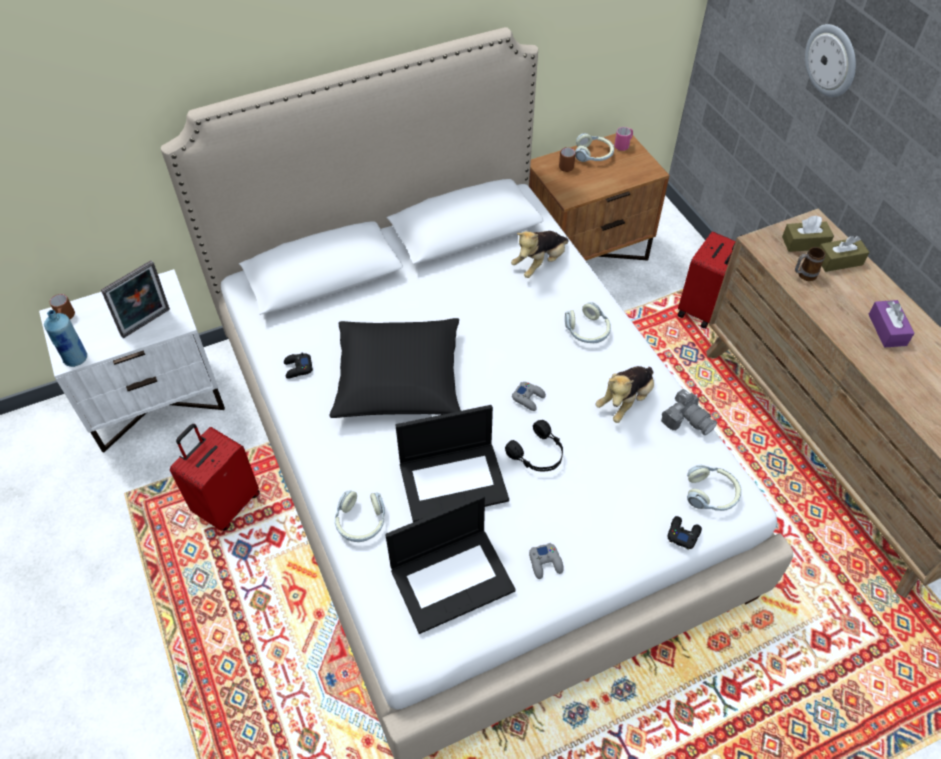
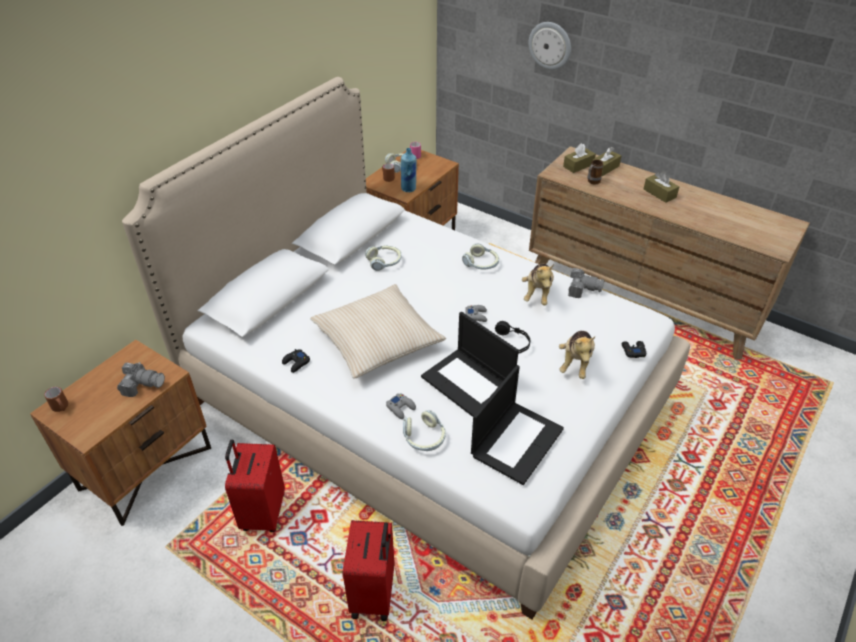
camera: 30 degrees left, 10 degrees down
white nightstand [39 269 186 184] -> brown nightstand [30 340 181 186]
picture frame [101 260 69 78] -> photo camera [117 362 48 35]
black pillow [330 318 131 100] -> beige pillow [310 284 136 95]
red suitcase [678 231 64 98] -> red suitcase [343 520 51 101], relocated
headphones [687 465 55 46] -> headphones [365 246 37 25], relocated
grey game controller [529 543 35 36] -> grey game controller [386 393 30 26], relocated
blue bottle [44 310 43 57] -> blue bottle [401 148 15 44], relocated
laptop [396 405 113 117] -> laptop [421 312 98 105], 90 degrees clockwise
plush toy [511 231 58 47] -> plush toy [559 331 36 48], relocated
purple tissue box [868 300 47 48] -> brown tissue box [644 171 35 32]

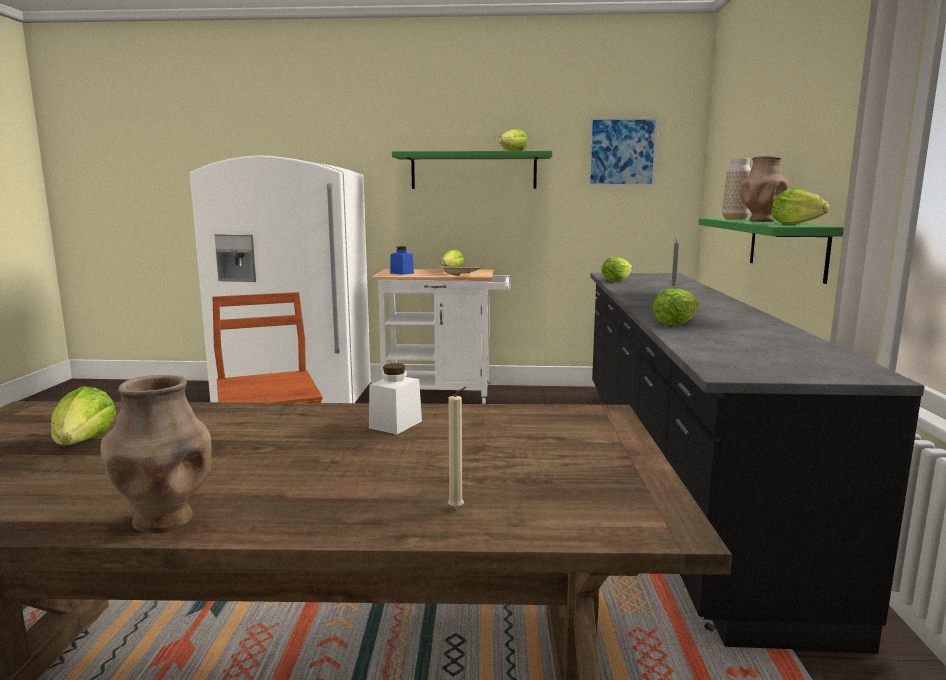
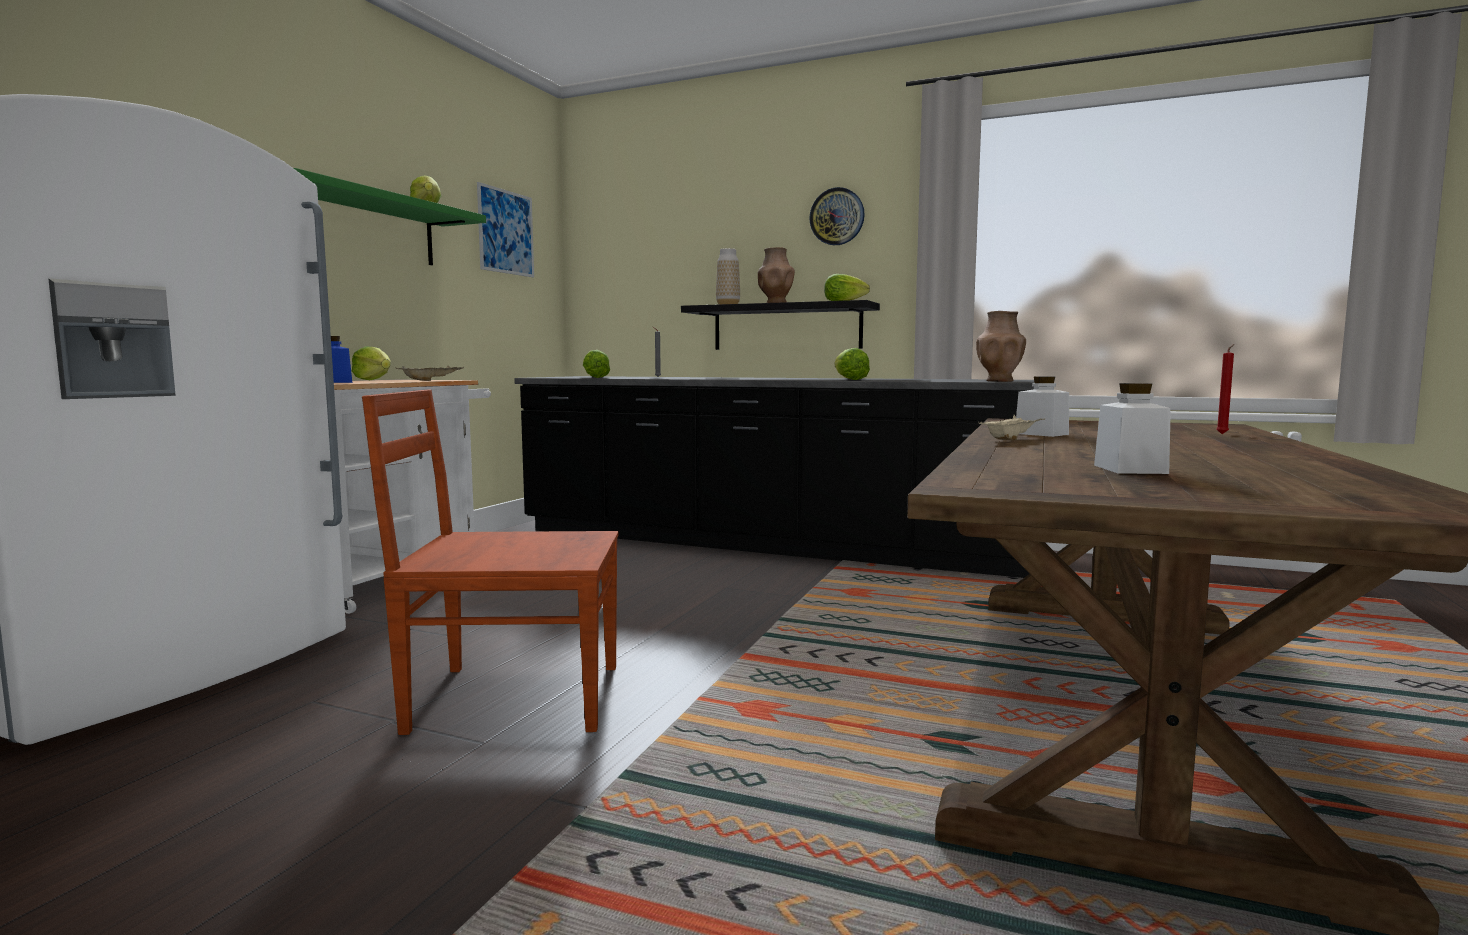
camera: 70 degrees left, 5 degrees down
green shelf [698 218 146 66] -> black shelf [681 300 199 50]
none -> wall clock [809 187 56 58]
brown vase [100 375 112 159] -> brown vase [976 311 50 71], relocated
none -> beige tray [978 415 67 25]
lettuce [51 386 65 60] -> white jar [1094 383 77 91]
beige candle [448 387 18 122] -> red candle [1216 344 18 90]

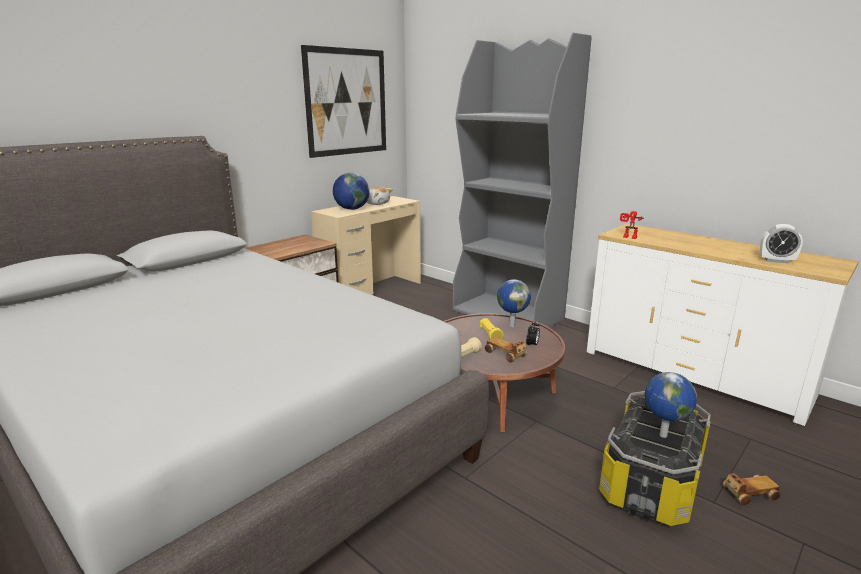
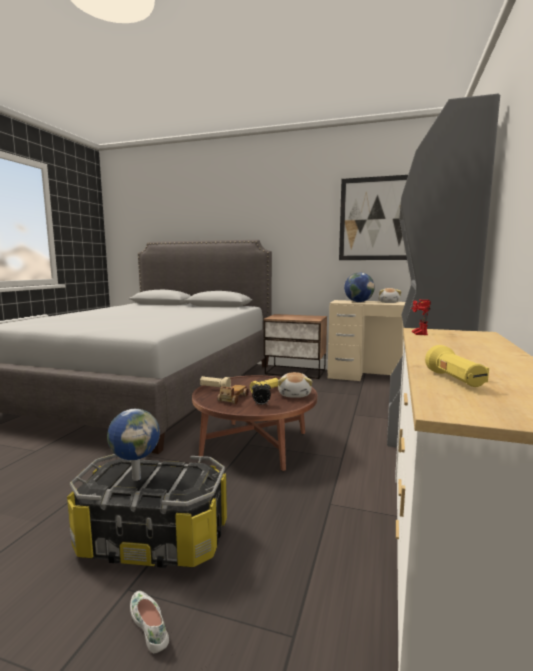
camera: 65 degrees right, 10 degrees down
toy car [723 473 58 32] -> white shoe [130 591 39 62]
globe [497 279 34 48] -> plush toy [278 372 35 26]
alarm clock [760 224 43 39] -> yellow flashlight [425 345 64 42]

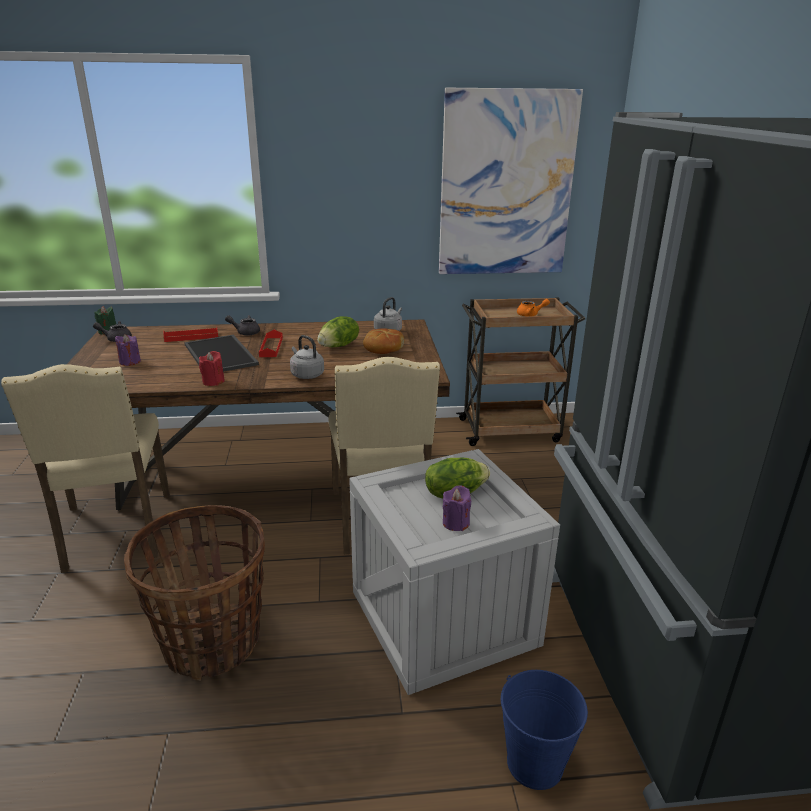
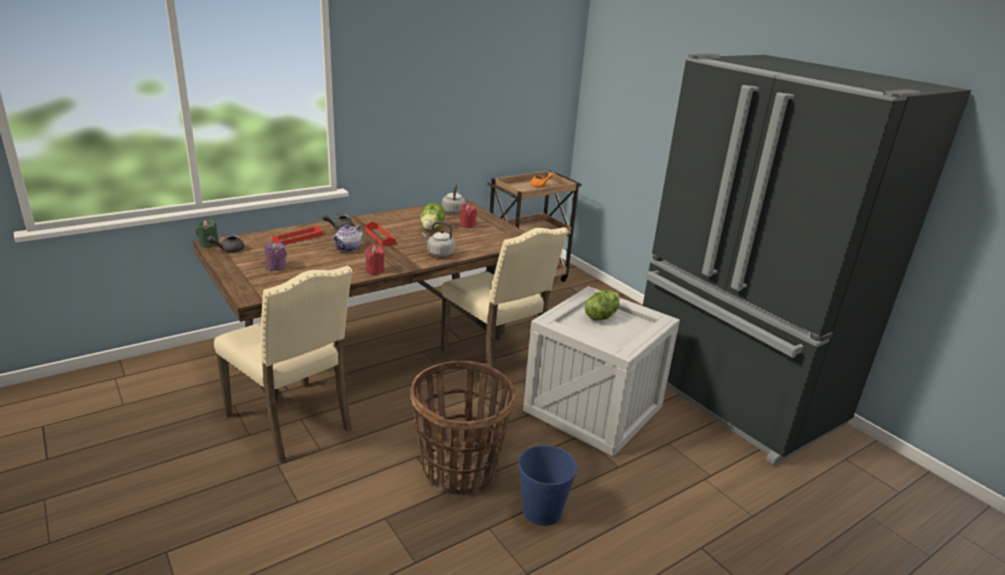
camera: 30 degrees left, 0 degrees up
tray [184 335 75 37] -> teapot [332 224 31 28]
bread [363 328 41 26] -> red candle [460 203 17 25]
blue bucket [501 670 87 120] -> blue bucket [518 445 60 81], relocated
picture [439 88 144 186] -> none
purple candle [443 485 28 46] -> none

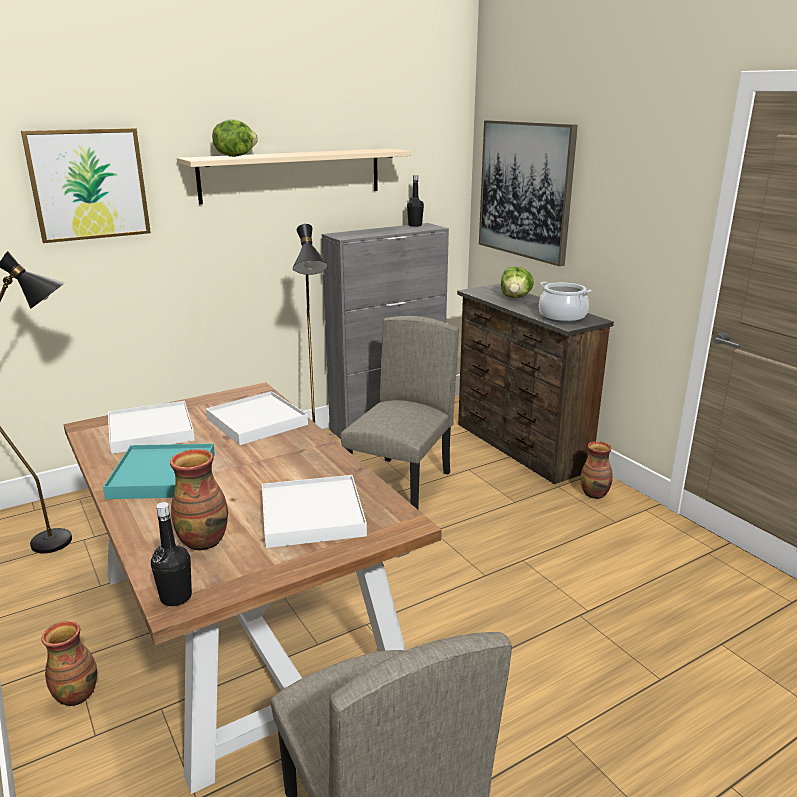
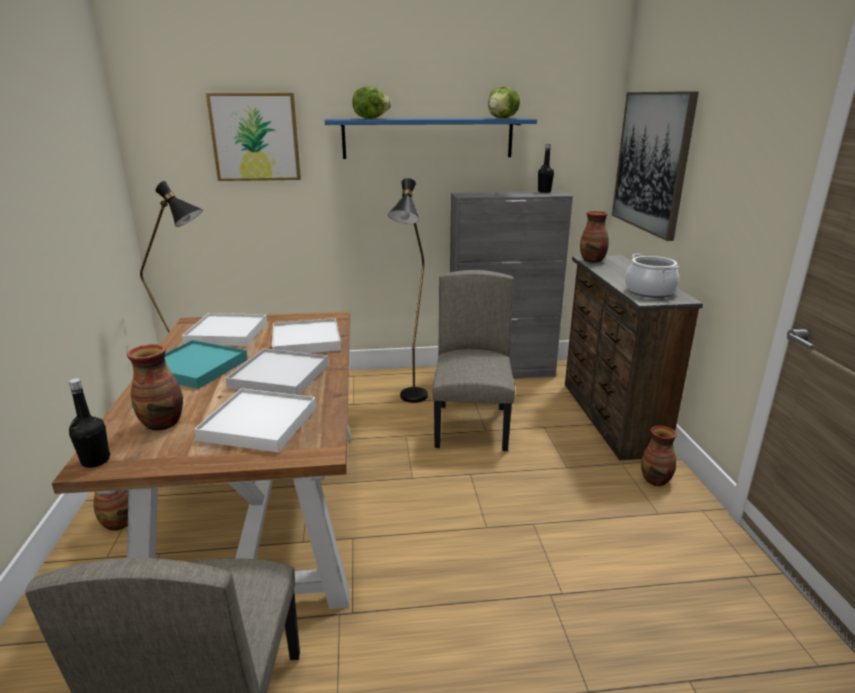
camera: 25 degrees right, 0 degrees up
none -> white tray [226 348 102 47]
beige shelf [177 148 234 57] -> blue shelf [325 118 212 41]
beige chair [341 316 118 193] -> beige chair [432 270 83 181], 45 degrees counterclockwise
lettuce [501 267 33 31] -> lettuce [488 86 32 32], relocated
none -> vase [580 211 29 52]

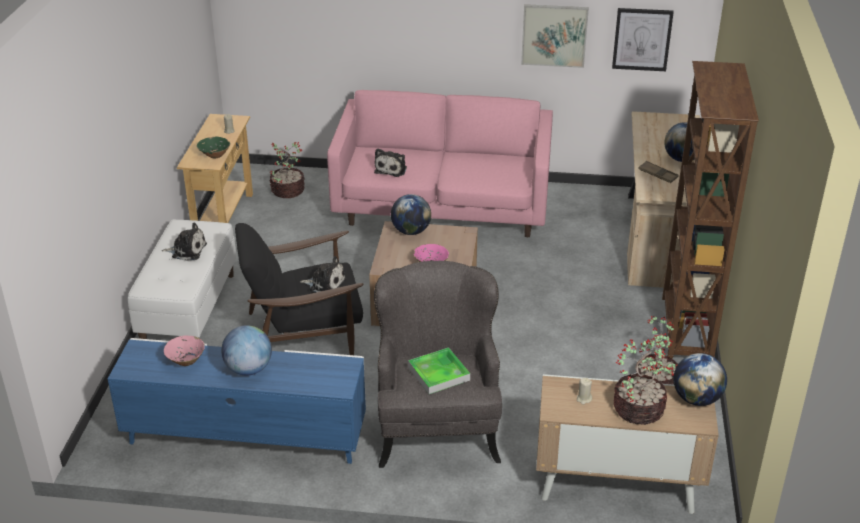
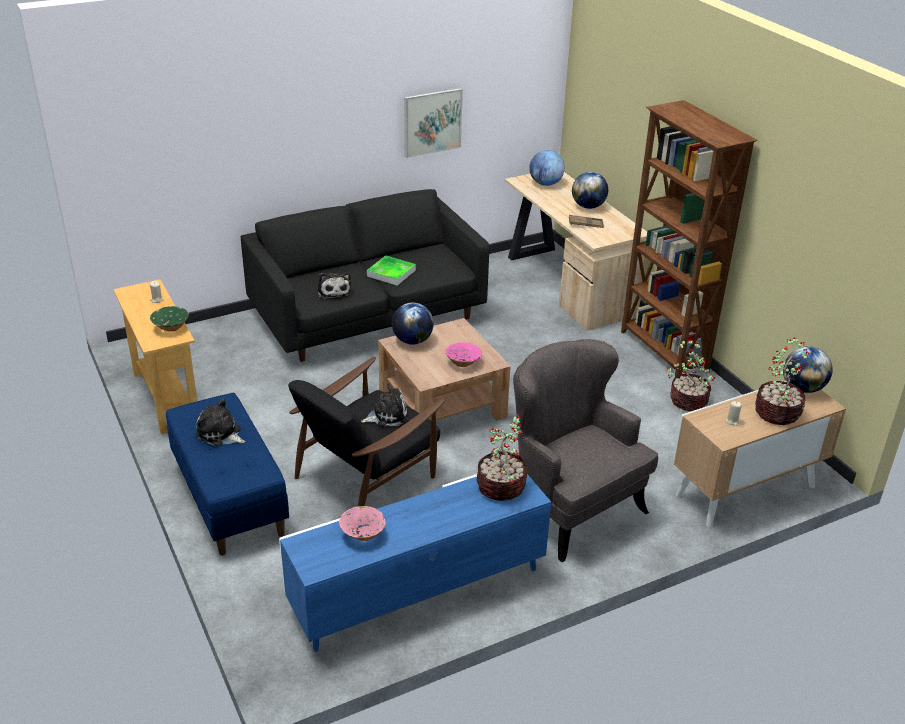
camera: 35 degrees left, 0 degrees up
white bench [128 220 109 119] -> blue bench [166 393 123 163]
plush toy [162 223 45 38] -> plush toy [196 398 49 48], 120 degrees counterclockwise
pink sofa [327 90 226 147] -> black sofa [241 189 249 173]
tray [408 347 62 47] -> tray [367 255 49 31], relocated
potted plant [270 142 35 56] -> potted plant [477 414 50 87], relocated
globe [221 325 51 50] -> globe [529 150 36 36], relocated
picture [612 8 62 63] -> none

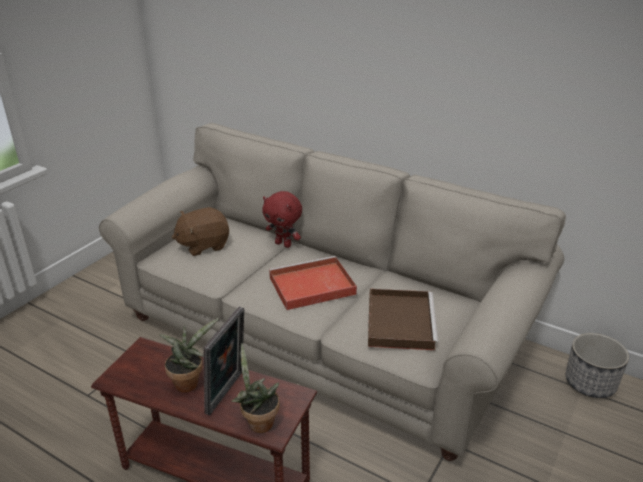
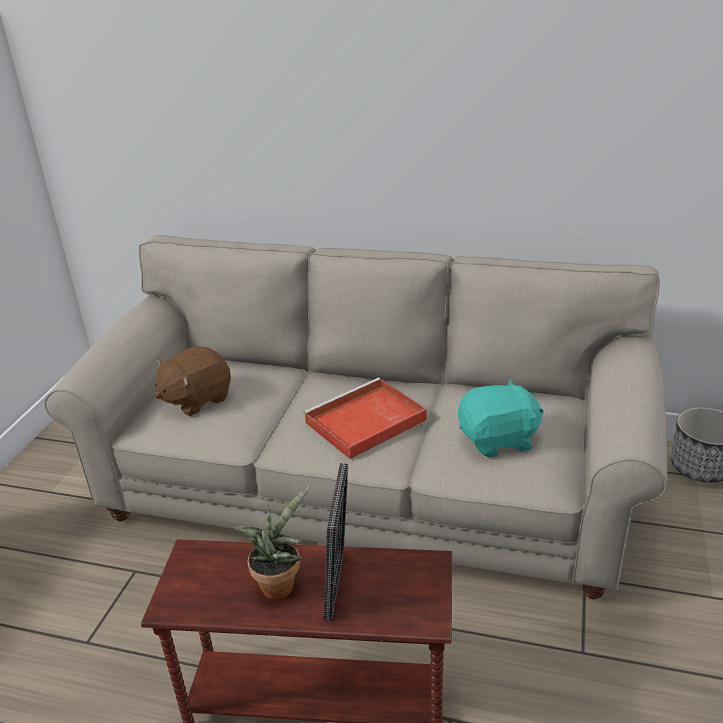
camera: 15 degrees left, 0 degrees up
brown tray [368 289 70 61] -> turquoise plush toy [458 379 86 79]
potted plant [231 343 49 90] -> none
red plush toy [262 191 40 57] -> none

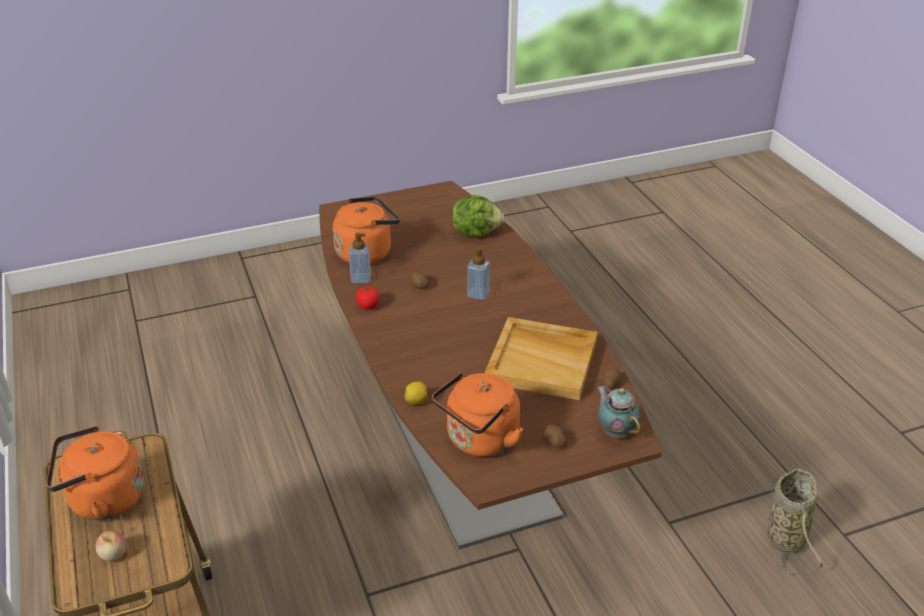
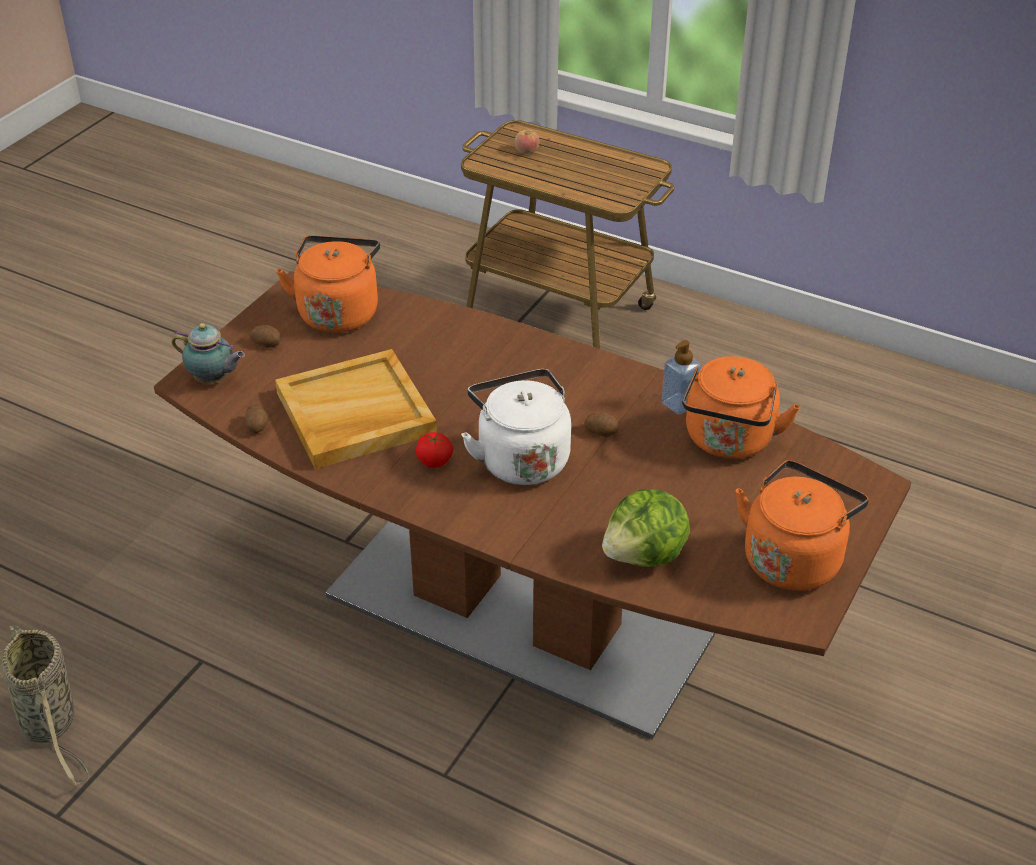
camera: 140 degrees right, 5 degrees up
tomato [356 286 24 23] -> tomato [416 432 37 36], relocated
soap dispenser [467 245 23 55] -> white kettle [461 369 110 116]
orange kettle [46 426 98 94] -> orange kettle [735 460 134 131], relocated
lemon [404 381 23 24] -> none

